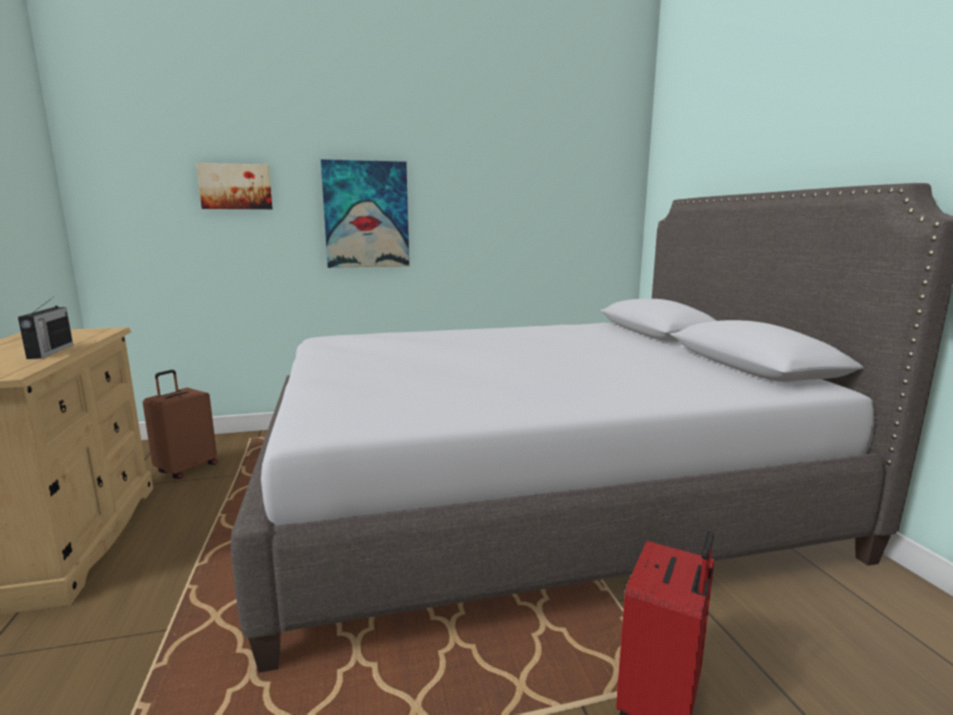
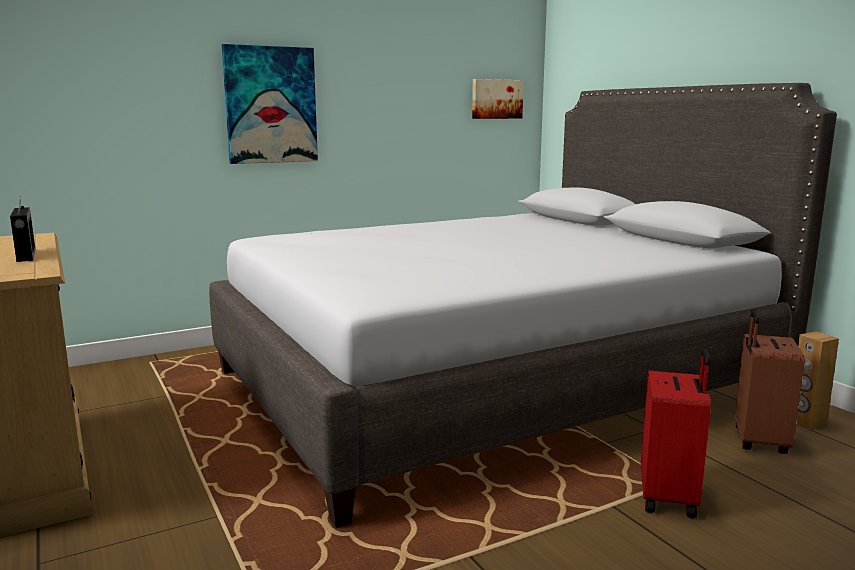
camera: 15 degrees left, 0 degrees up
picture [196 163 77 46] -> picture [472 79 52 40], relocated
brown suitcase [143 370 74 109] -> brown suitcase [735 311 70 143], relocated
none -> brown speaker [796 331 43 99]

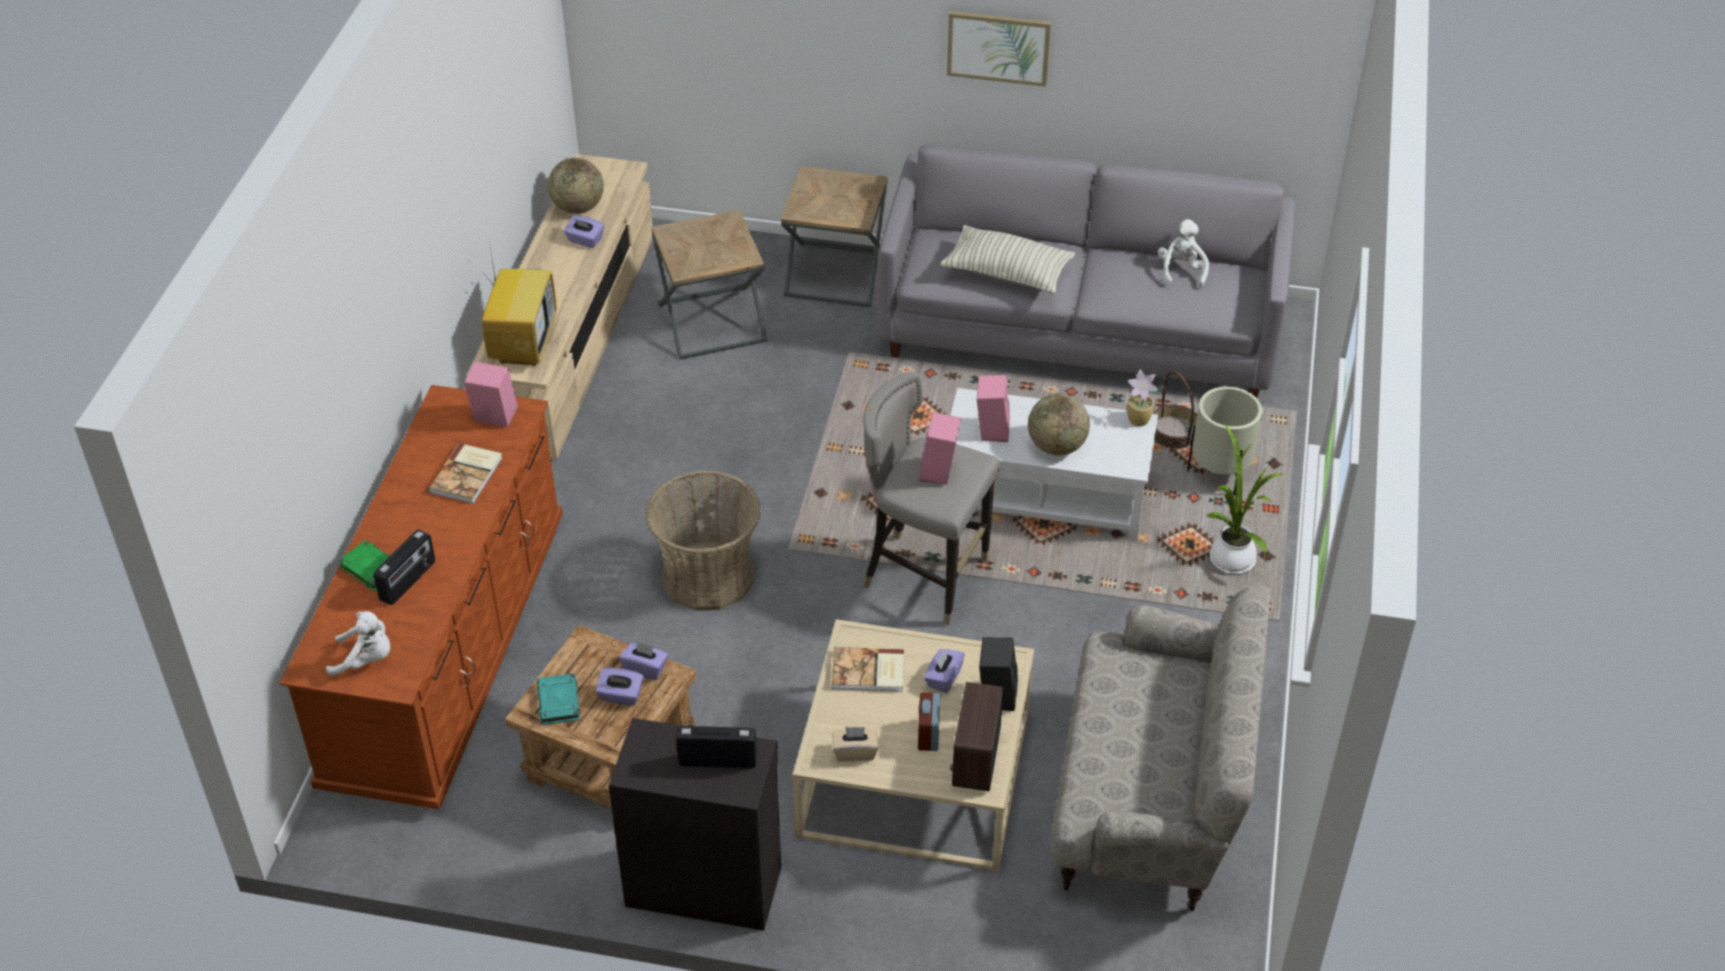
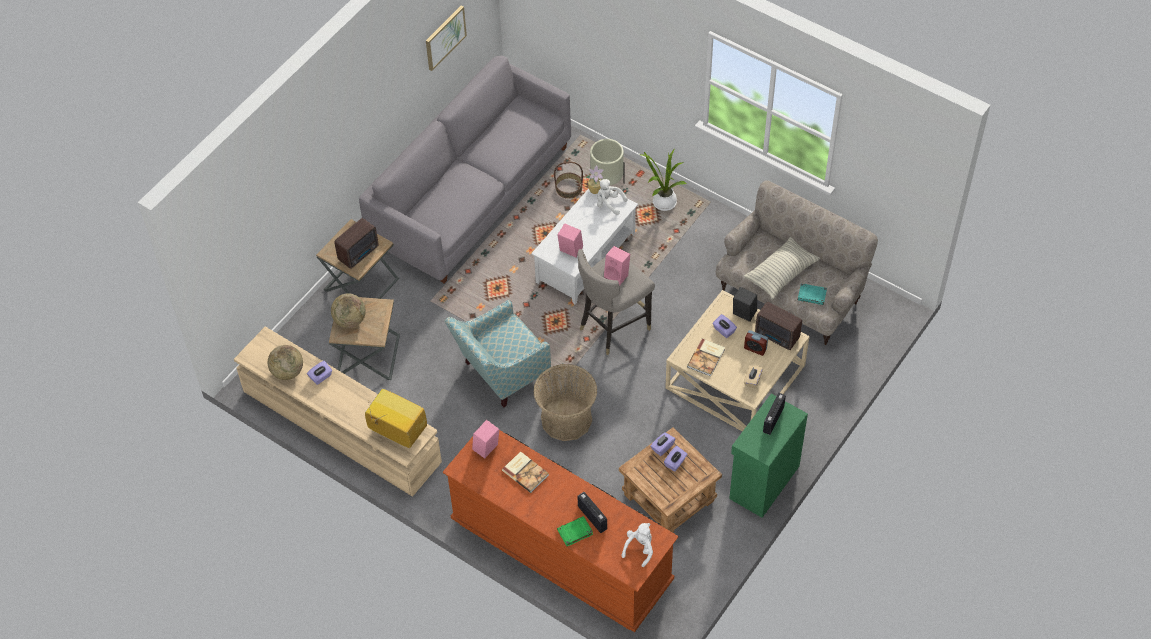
camera: 65 degrees left, 10 degrees up
globe [1028 393 62 63] -> globe [331 293 35 35], relocated
none -> radio [334 218 45 51]
picture [947 11 104 76] -> picture [426 5 41 66], relocated
none -> armchair [444 300 107 107]
white plush toy [1158 219 51 69] -> white plush toy [597 179 30 36], relocated
black cabinet [608 718 173 213] -> green cabinet [729 394 79 124]
pillow [940 225 135 69] -> pillow [744 237 76 62], relocated
turquoise book [537 673 43 52] -> turquoise book [798 283 29 22], relocated

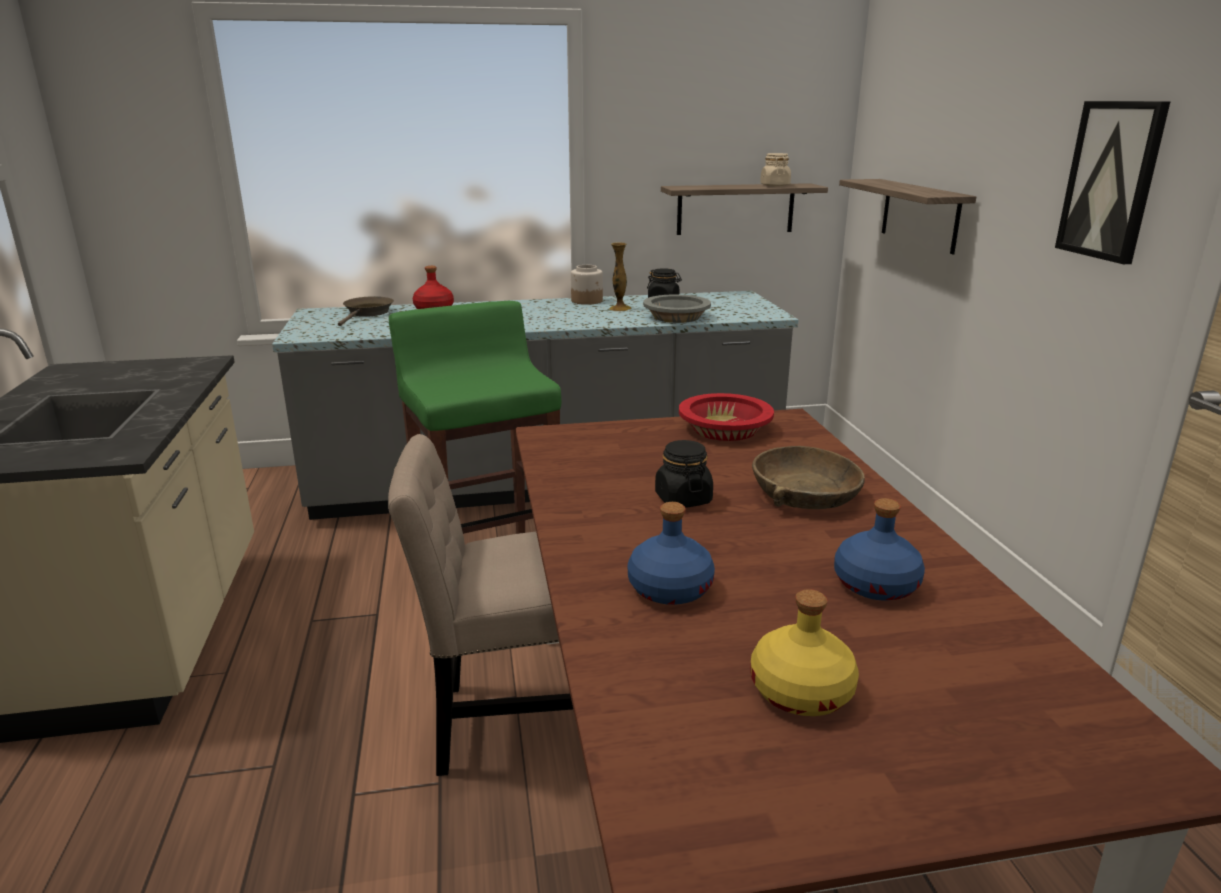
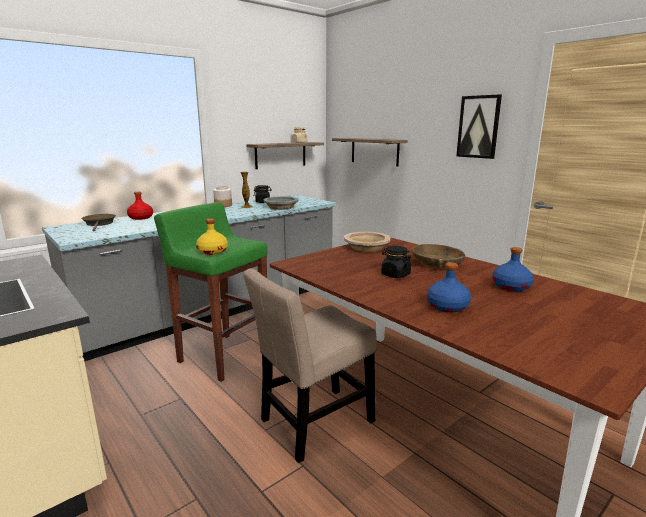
camera: 30 degrees left, 5 degrees down
yellow bottle [751 589 108 127] -> yellow bottle [196 218 32 37], relocated
red bowl [679 393 95 48] -> beige bowl [344 232 47 20]

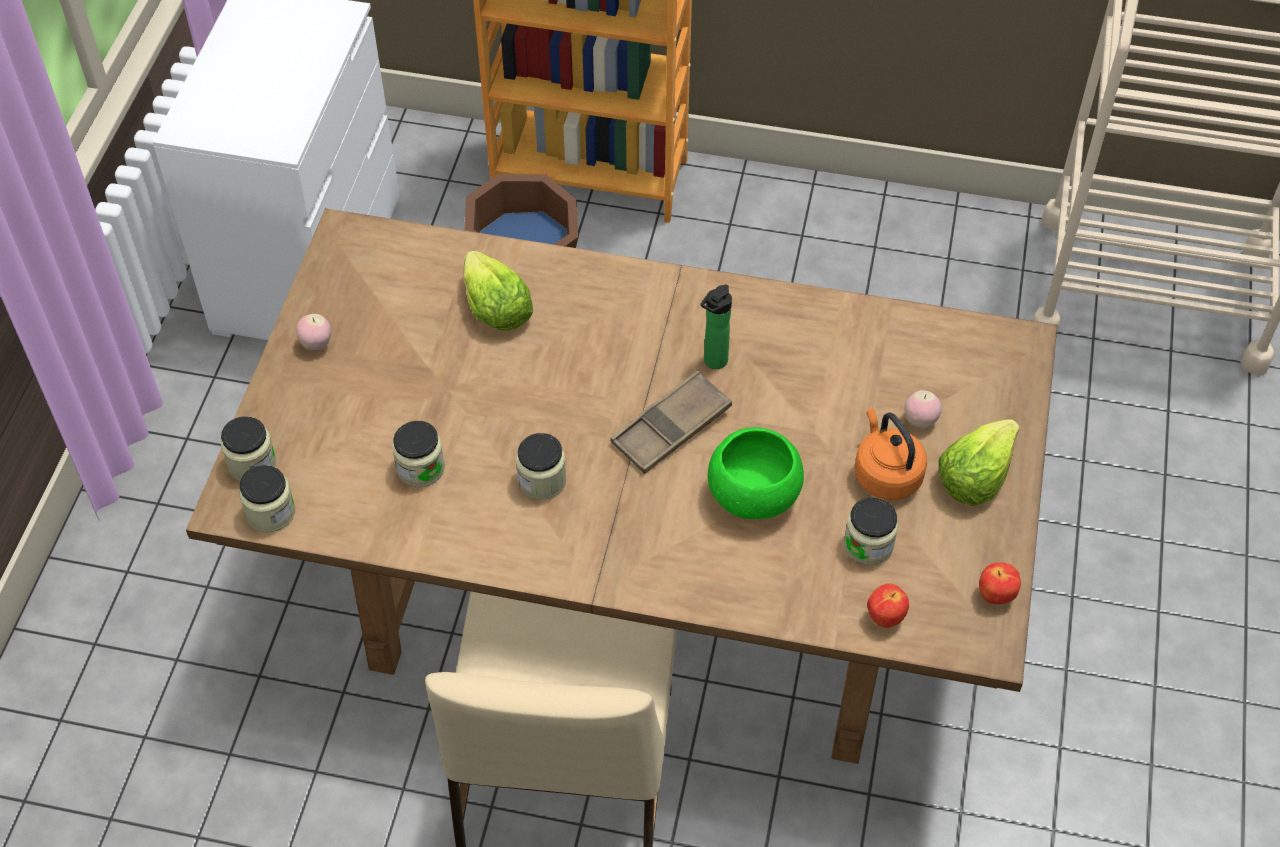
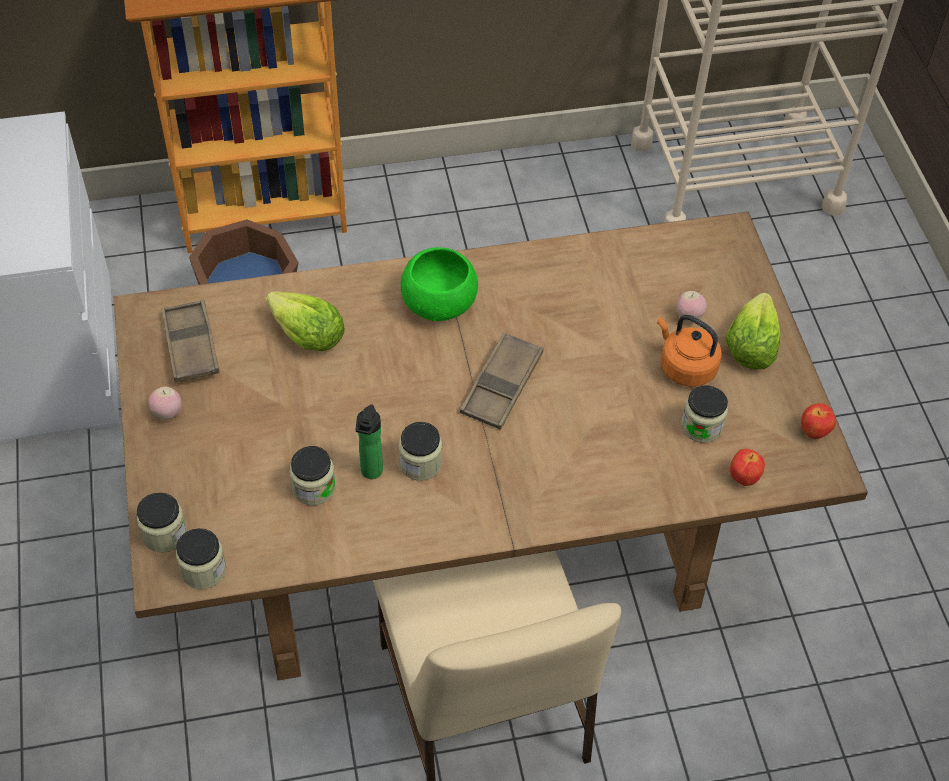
camera: 25 degrees left, 0 degrees up
none -> brown tray [161 300 59 83]
bottle [700 285 32 84] -> bottle [356 405 27 74], relocated
green bowl [708 427 96 92] -> green bowl [401 247 77 74], relocated

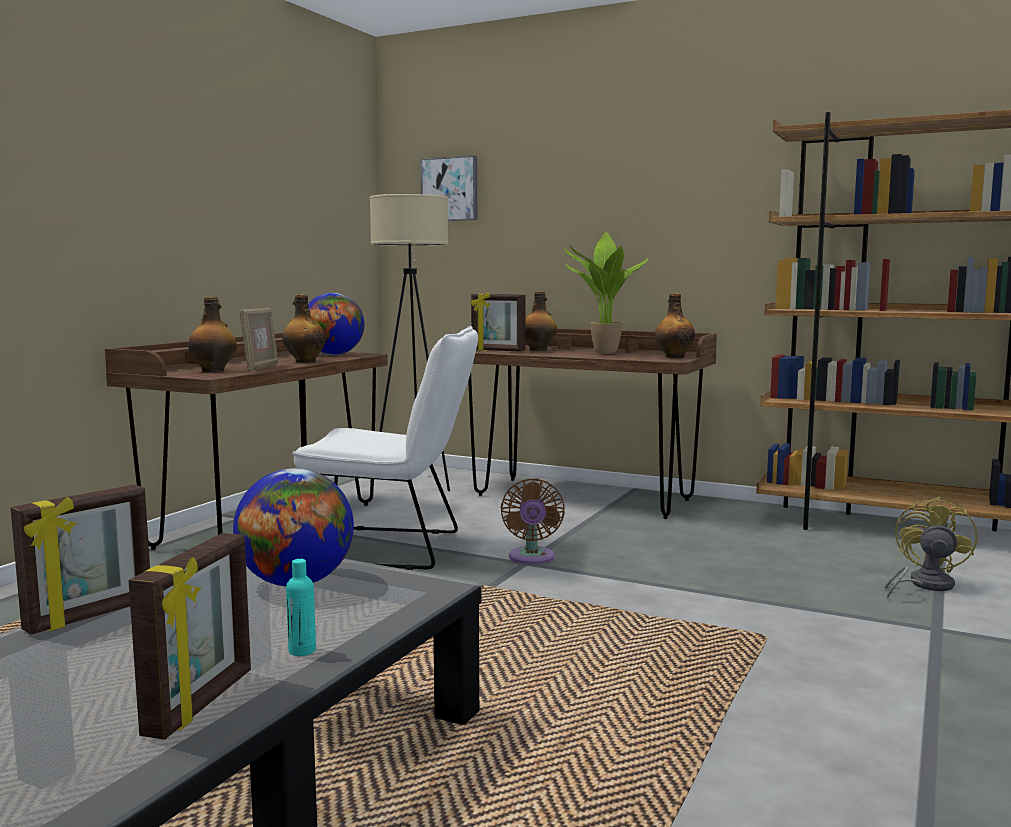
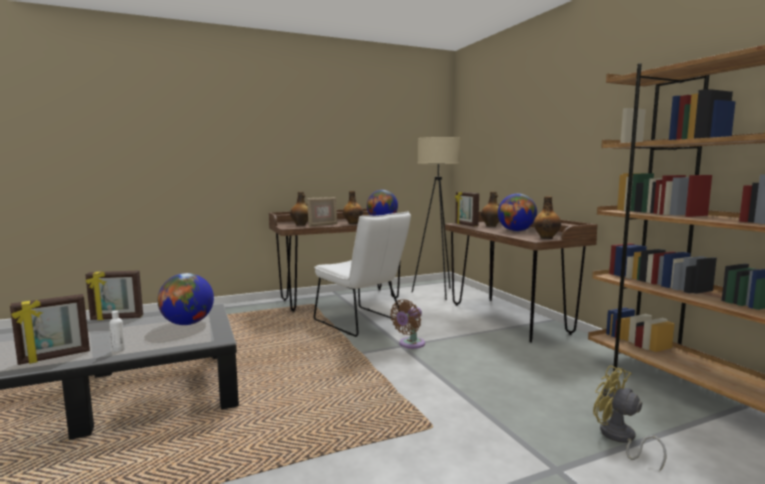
camera: 40 degrees right, 0 degrees up
turquoise bottle [286 559 30 97] -> white bottle [109 311 16 41]
potted plant [563 232 86 122] -> globe [498 193 39 39]
yellow fan [884 496 94 102] -> yellow fan [593 365 74 106], 105 degrees counterclockwise
picture [420 155 57 66] -> none

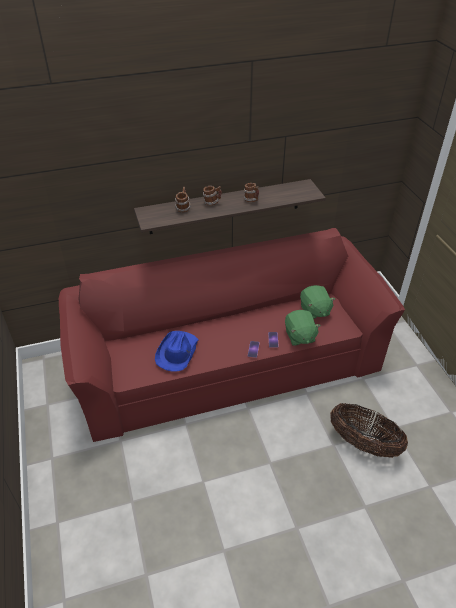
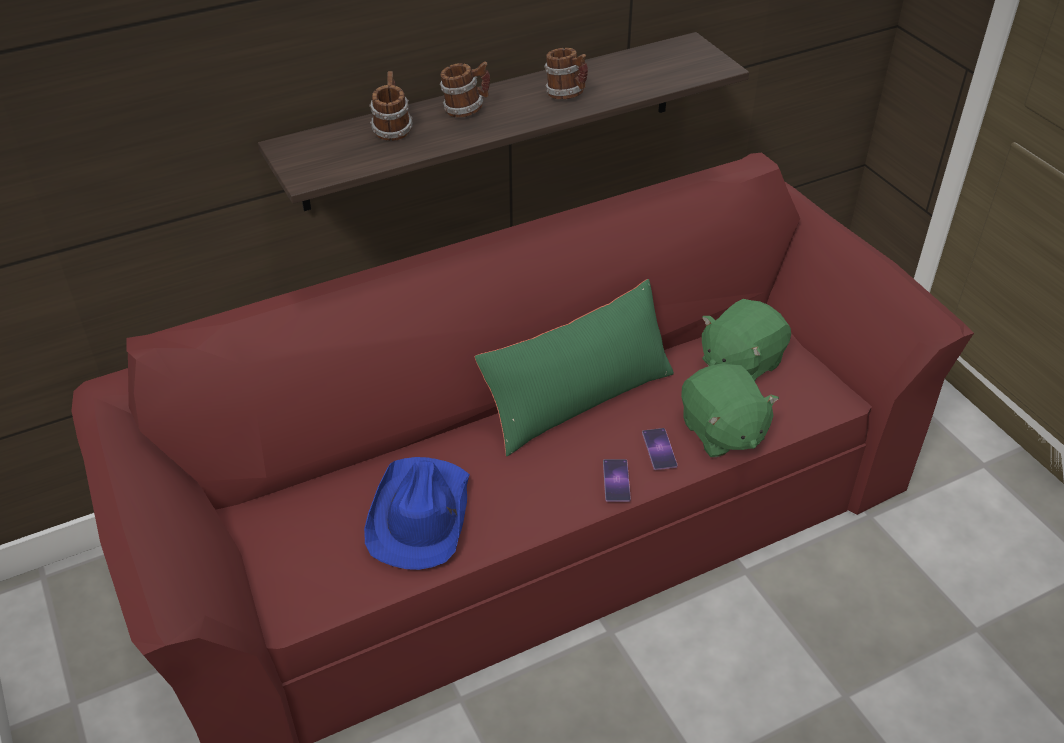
camera: 10 degrees left, 0 degrees up
none -> green pillow [475 279 199 177]
green plush toy [300 285 35 34] -> green plush toy [702 299 89 82], 75 degrees clockwise
basket [330 403 78 55] -> none

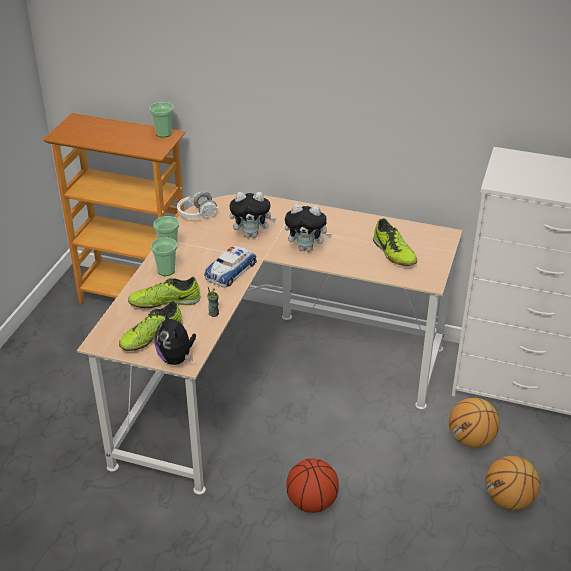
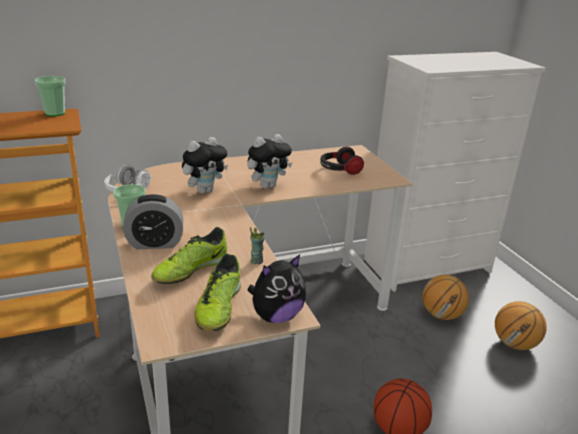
camera: 40 degrees left, 10 degrees down
cup [151 238 26 38] -> alarm clock [123 194 60 55]
plush toy [155 310 41 55] -> plush toy [248 254 58 69], 60 degrees counterclockwise
shoe [373 218 44 48] -> headphones [320 147 44 28]
toy car [204 246 53 41] -> none

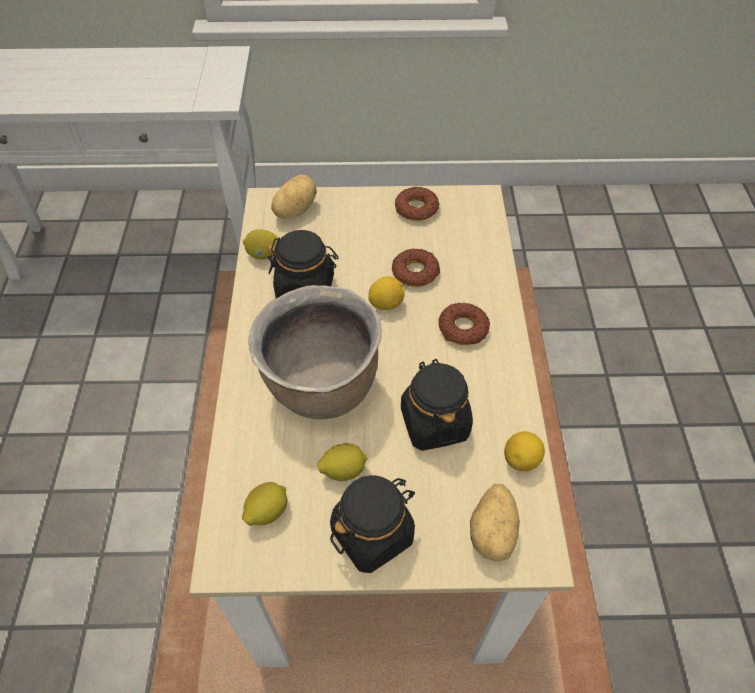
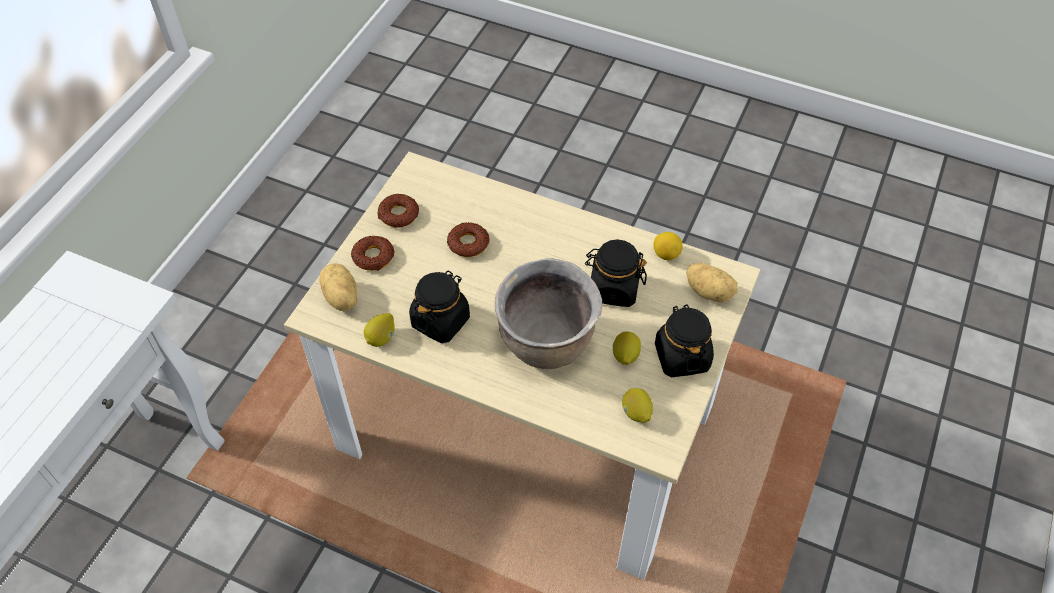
camera: 65 degrees left, 0 degrees up
donut [438 303 52 42] -> donut [351 236 44 35], relocated
lemon [368 276 36 34] -> none

